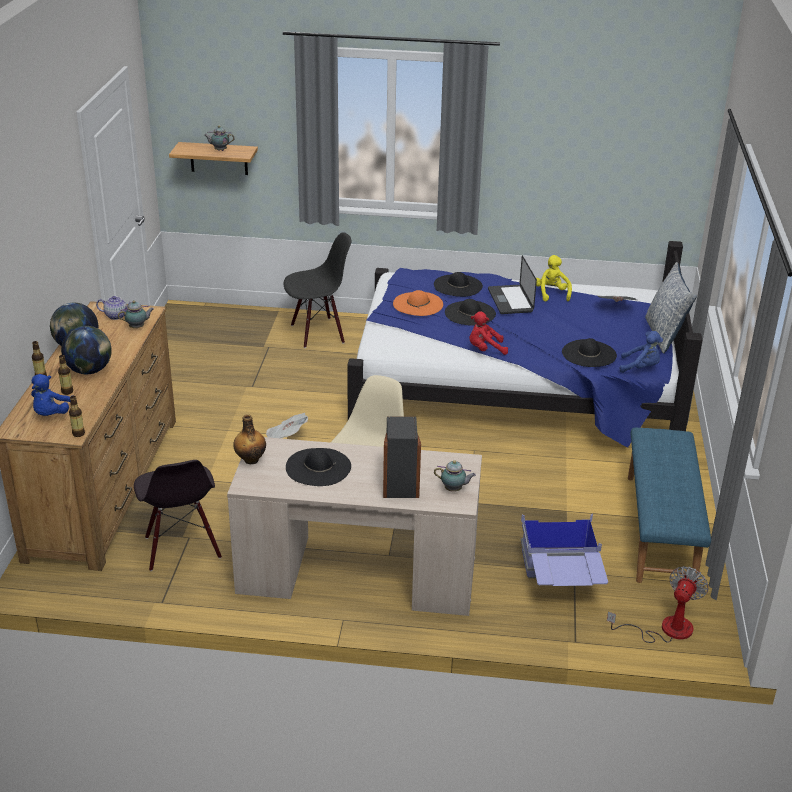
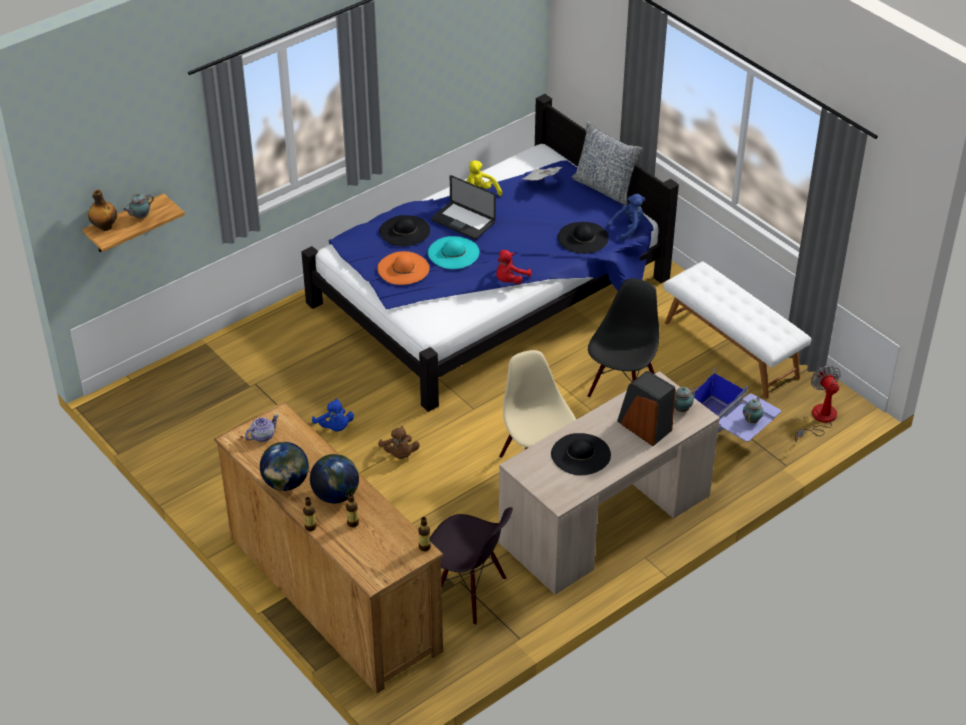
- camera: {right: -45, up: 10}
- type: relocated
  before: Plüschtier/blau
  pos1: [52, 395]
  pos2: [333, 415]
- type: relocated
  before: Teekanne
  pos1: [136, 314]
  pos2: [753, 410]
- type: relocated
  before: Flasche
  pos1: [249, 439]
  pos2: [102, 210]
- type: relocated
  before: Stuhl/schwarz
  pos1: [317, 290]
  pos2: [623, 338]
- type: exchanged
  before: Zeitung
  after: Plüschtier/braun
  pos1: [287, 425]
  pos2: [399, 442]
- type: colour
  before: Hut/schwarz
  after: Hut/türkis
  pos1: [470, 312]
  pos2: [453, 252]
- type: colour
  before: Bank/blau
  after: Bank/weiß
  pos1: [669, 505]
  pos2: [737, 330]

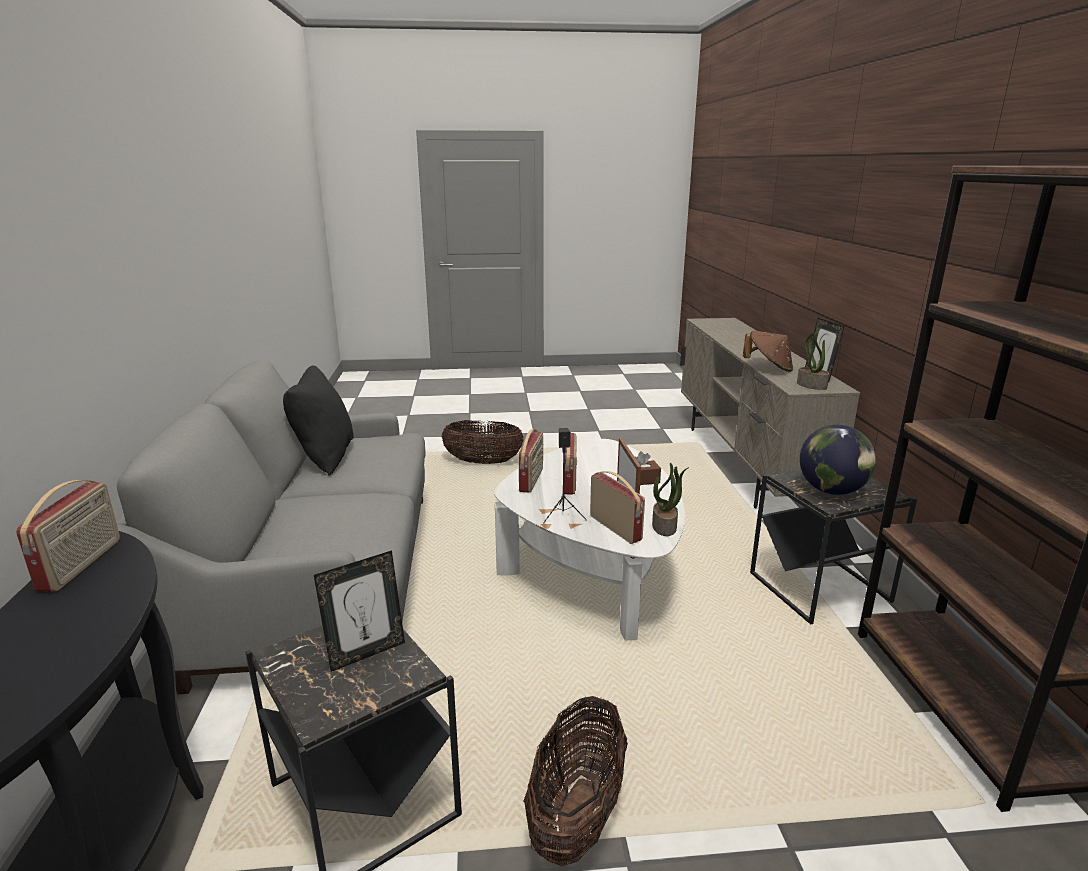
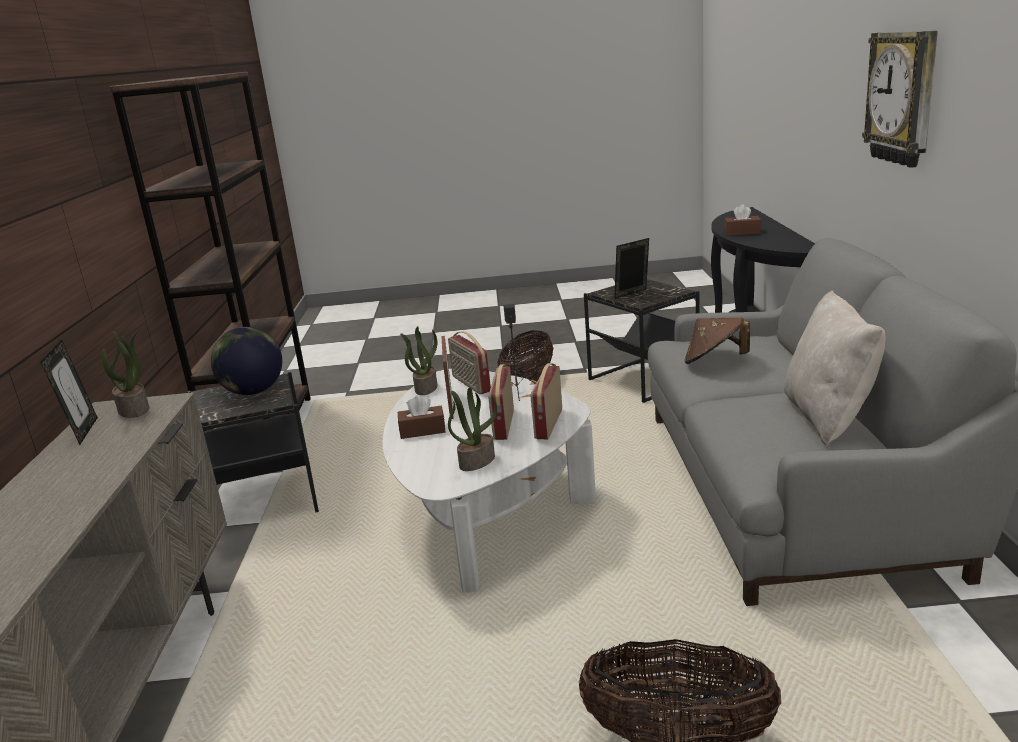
- camera: {right: -175, up: 0}
- type: missing
  before: Radio
  pos1: [68, 536]
- type: appeared
  after: Topfpflanze
  pos2: [472, 429]
- type: appeared
  after: Taschentuchbox/braun
  pos2: [742, 220]
- type: appeared
  after: Wanduhr
  pos2: [900, 99]
- type: relocated
  before: Hut/braun
  pos1: [768, 351]
  pos2: [717, 341]
- type: colour
  before: Kissen/schwarz
  after: Kissen/beige
  pos1: [318, 421]
  pos2: [835, 368]

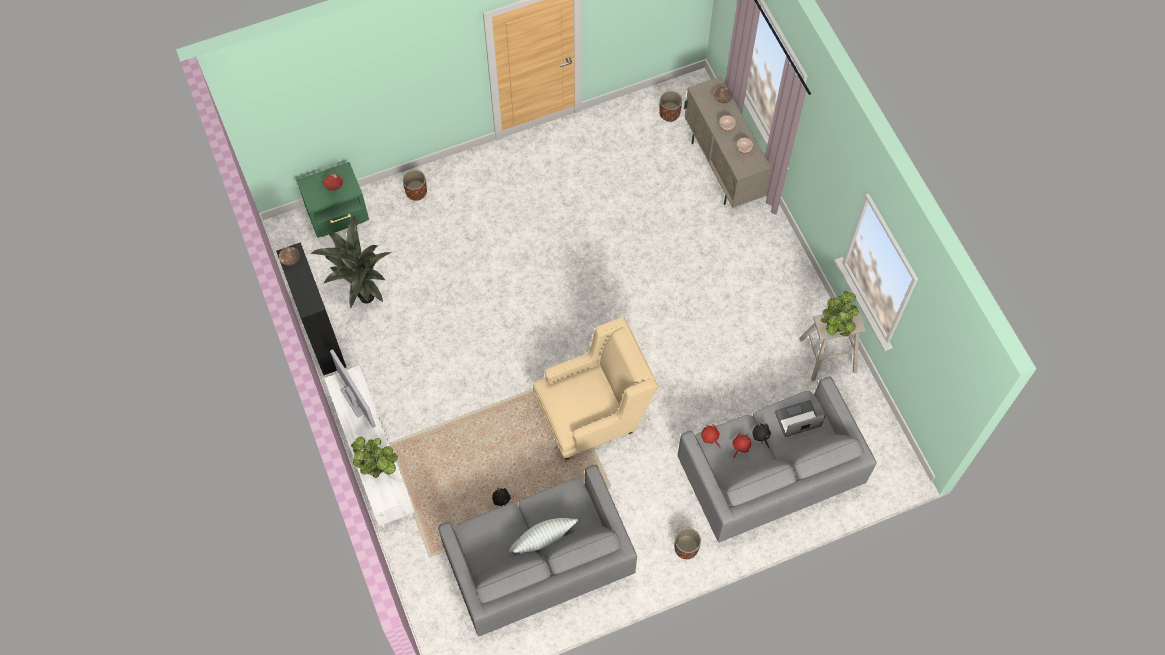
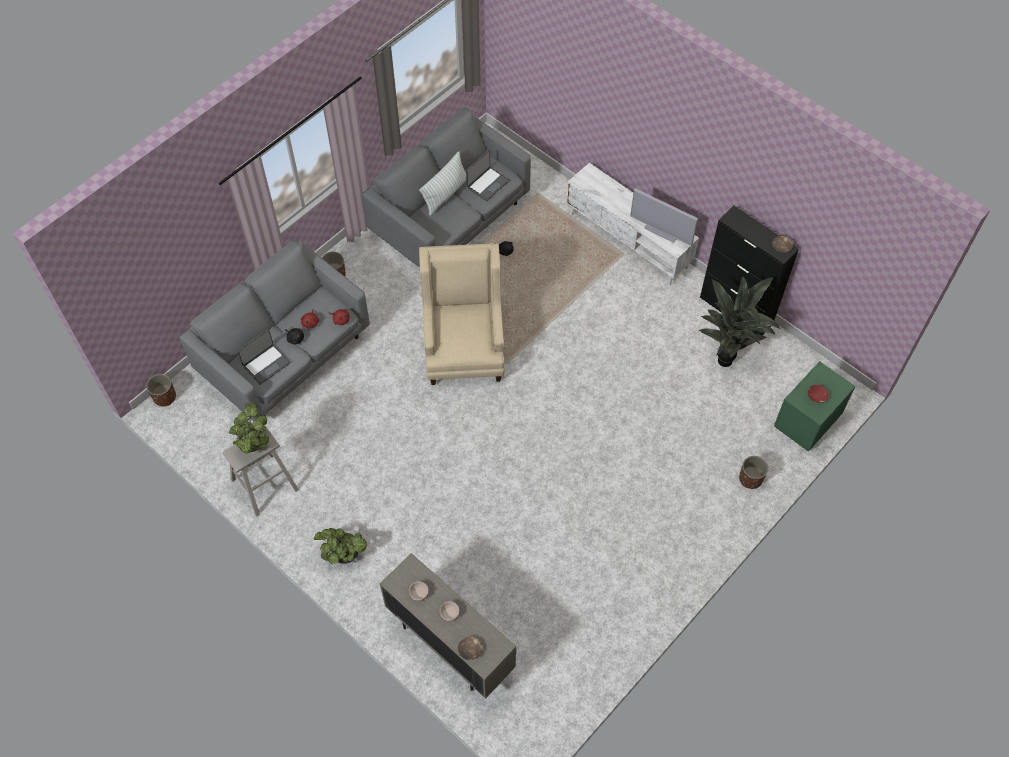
- camera: {right: 155, up: -5}
- type: appeared
  after: Laptop
  pos2: [487, 175]
- type: relocated
  before: Topfpflanze
  pos1: [374, 457]
  pos2: [340, 546]
- type: relocated
  before: Pflanzkübel/braun
  pos1: [670, 106]
  pos2: [161, 390]
- type: spun
  before: Sessel/beige
  pos1: [595, 388]
  pos2: [462, 314]
  turn: 135

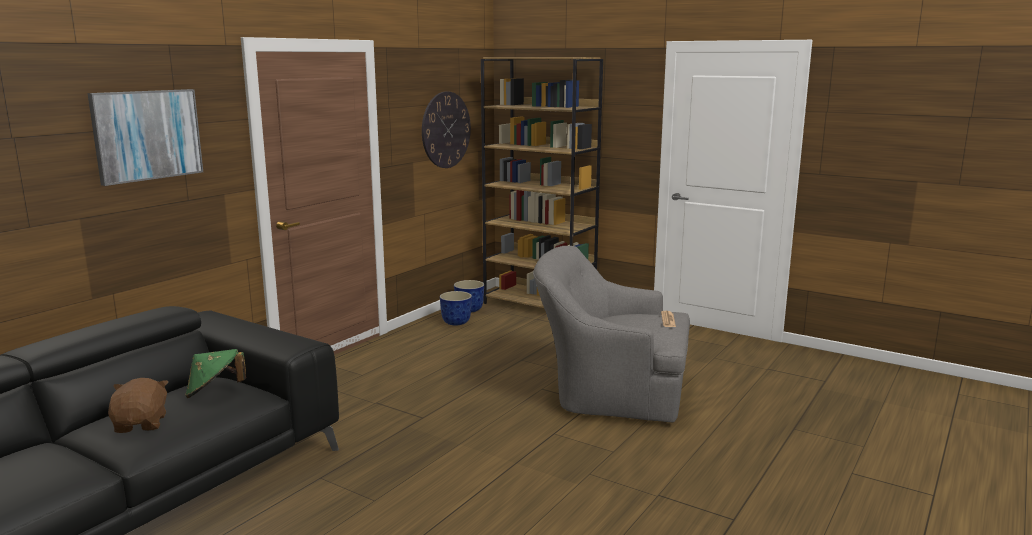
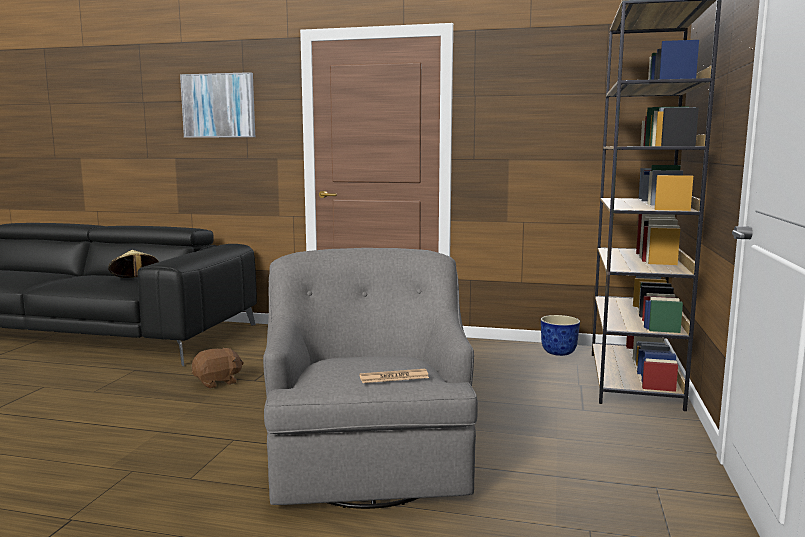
- camera: {right: 70, up: -5}
- type: missing
  before: Wanduhr
  pos1: [446, 129]
- type: missing
  before: Pflanzkübel
  pos1: [456, 308]
- type: relocated
  before: Plüschtier/braun
  pos1: [138, 405]
  pos2: [218, 368]
- type: colour
  before: Hut/grün
  after: Hut/beige
  pos1: [215, 373]
  pos2: [133, 264]

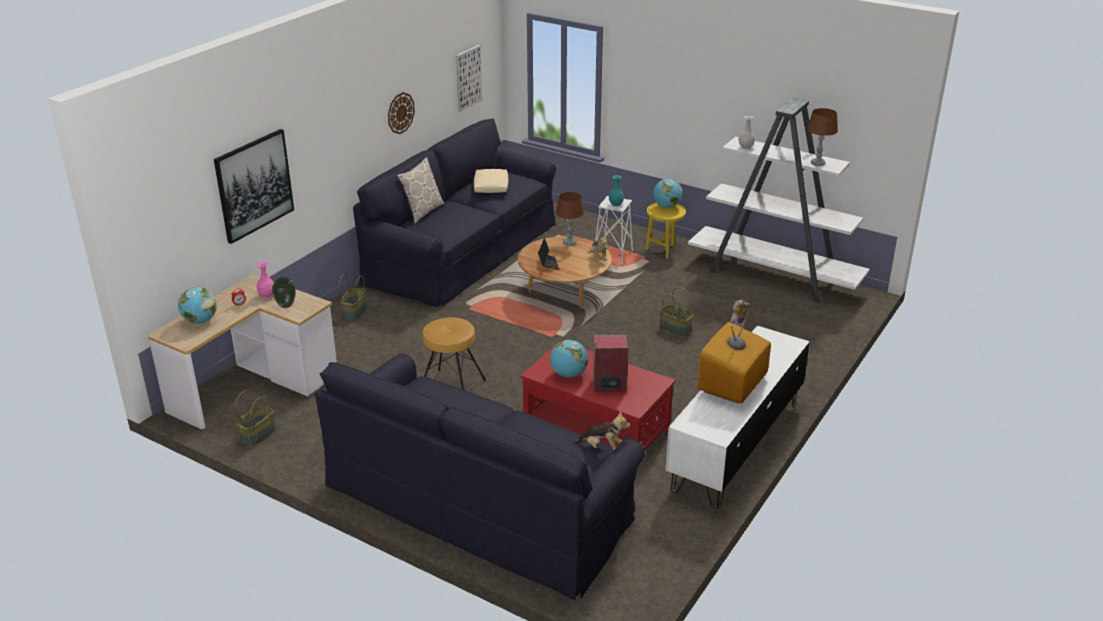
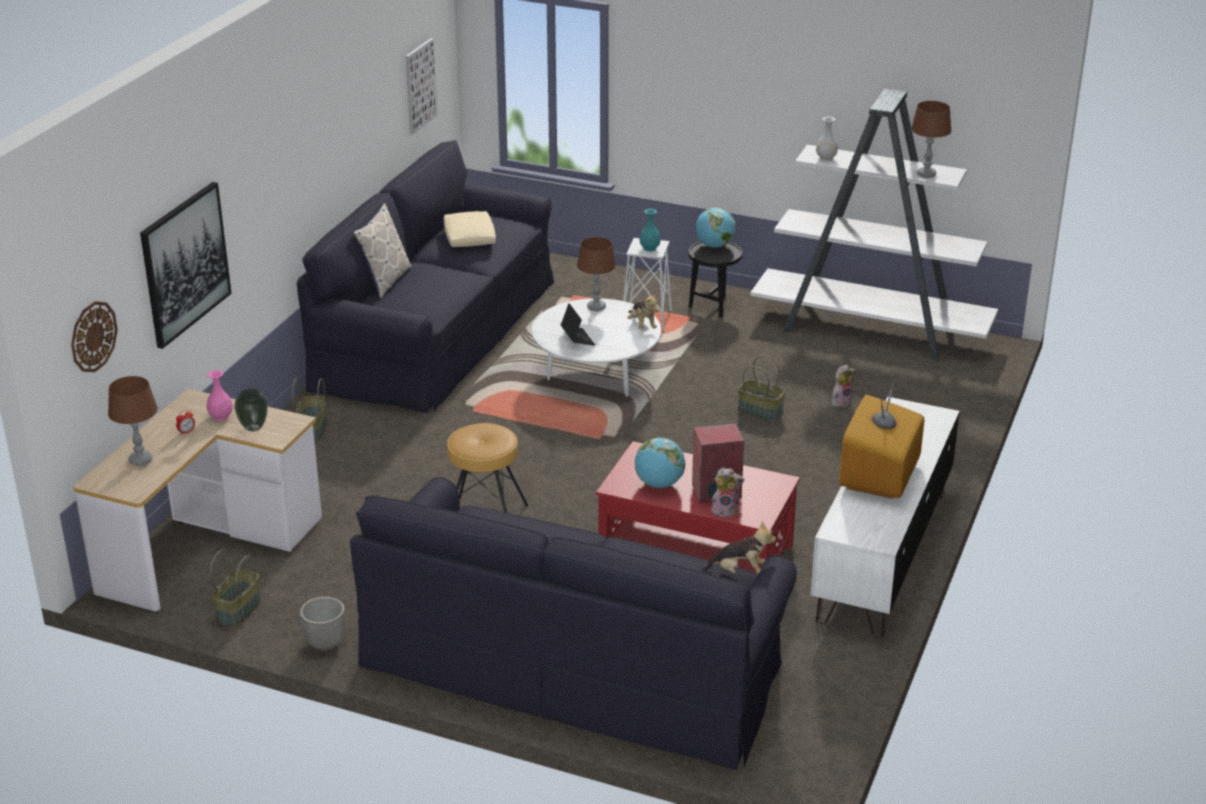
- camera: {right: -10, up: 0}
- type: appeared
  after: Pflanzkübel
  pos2: [322, 624]
- type: appeared
  after: Plüschtier
  pos2: [728, 492]
- type: relocated
  before: Wanduhr
  pos1: [401, 113]
  pos2: [94, 336]
- type: exchanged
  before: Globus
  after: Tischlampe/braun
  pos1: [197, 305]
  pos2: [133, 421]
- type: colour
  before: Couchtisch/braun
  after: Couchtisch/weiß
  pos1: [565, 272]
  pos2: [596, 347]
- type: colour
  before: Beistelltisch/gelb
  after: Beistelltisch/schwarz
  pos1: [666, 230]
  pos2: [715, 279]

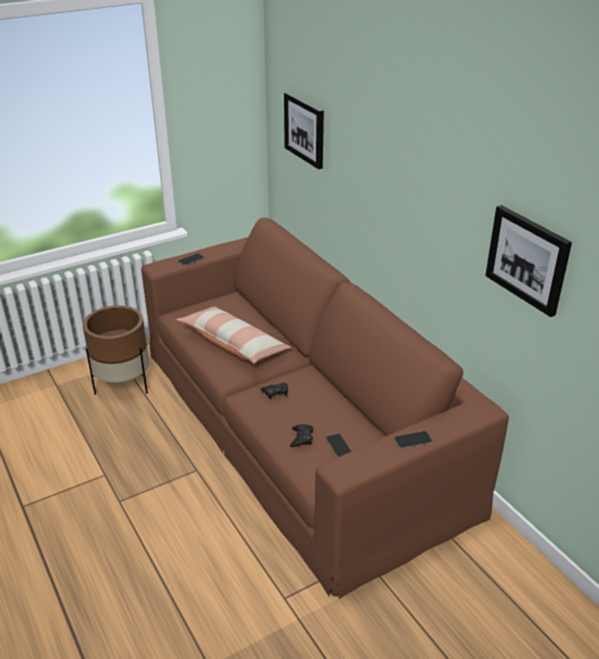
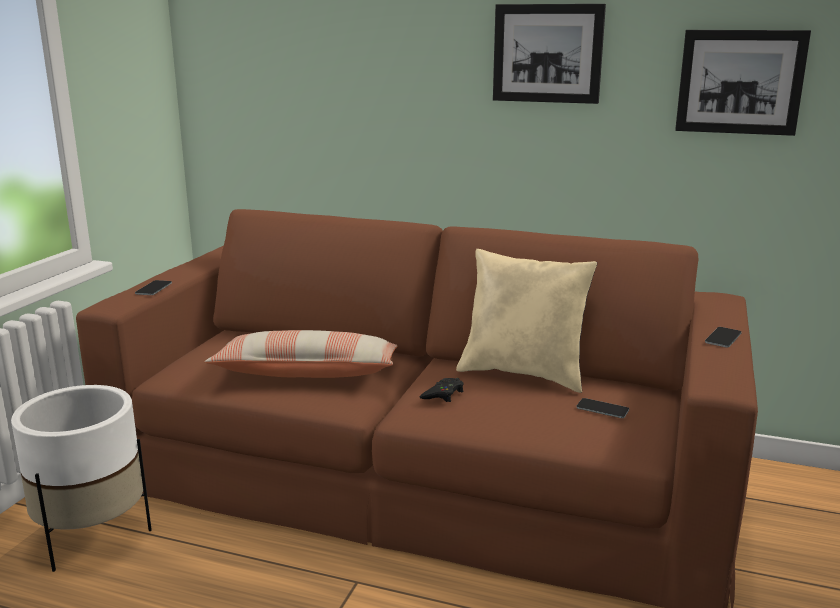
- camera: {right: -40, up: -15}
- type: missing
  before: Gamepad/schwarz
  pos1: [301, 435]
- type: appeared
  after: Kissen/beige
  pos2: [526, 321]
- type: relocated
  before: Bild
  pos1: [304, 130]
  pos2: [549, 54]
- type: colour
  before: Pflanzkübel/braun
  after: Pflanzkübel/weiß
  pos1: [116, 350]
  pos2: [81, 478]

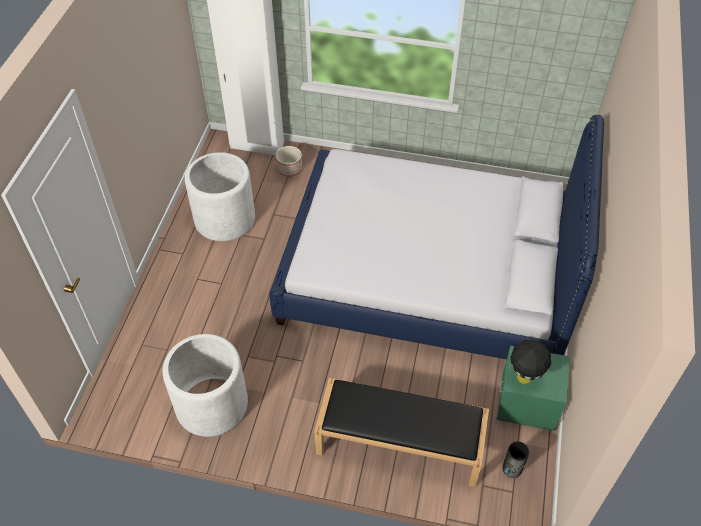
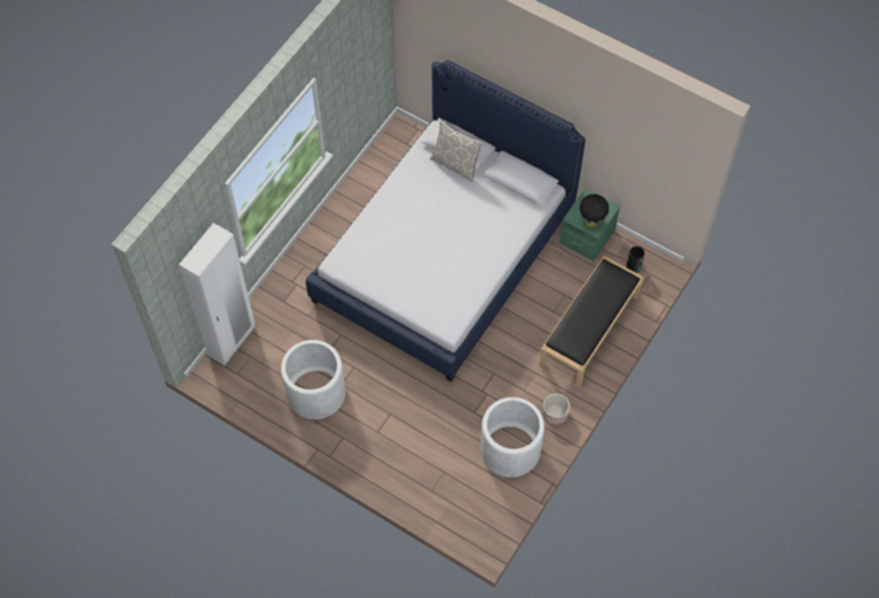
- camera: {right: -70, up: 10}
- type: appeared
  after: Kissen
  pos2: [456, 150]
- type: relocated
  before: Pflanzkübel
  pos1: [289, 161]
  pos2: [556, 409]

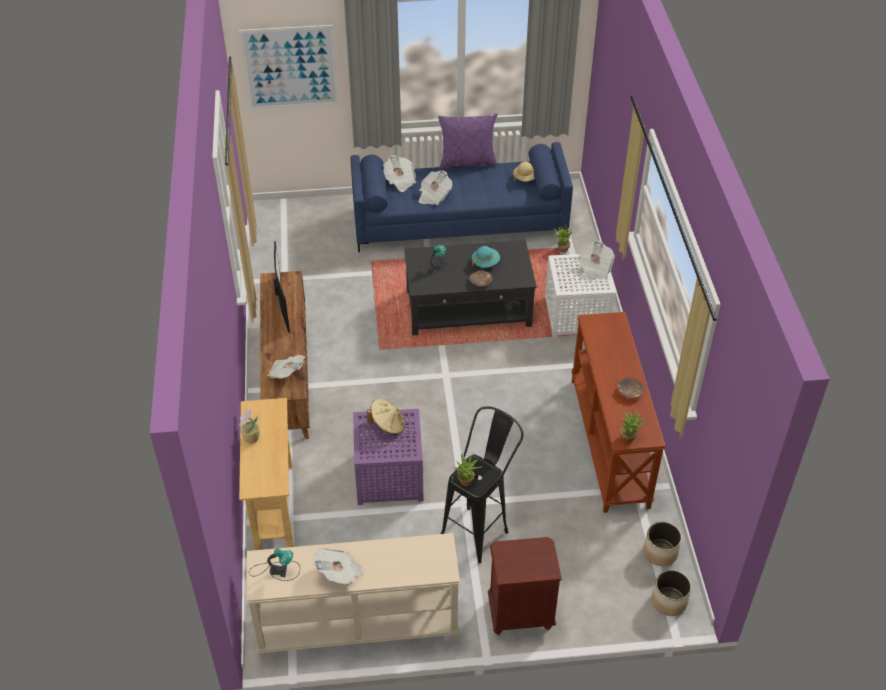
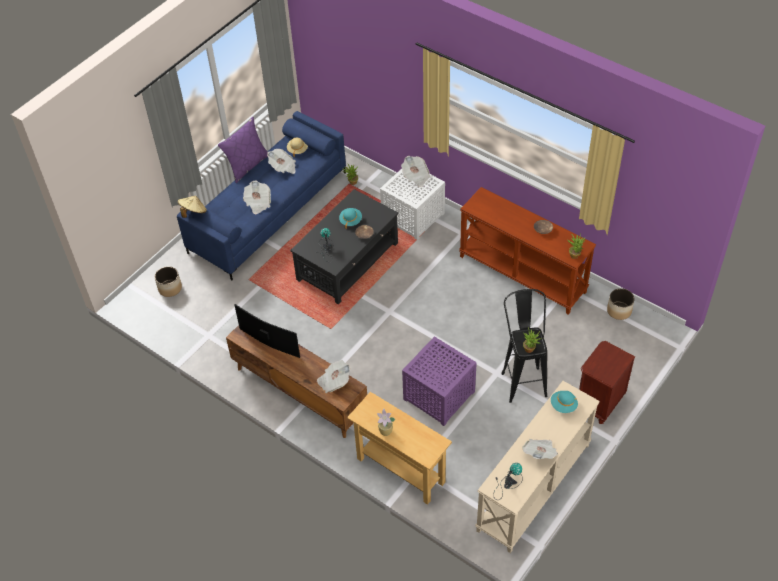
- camera: {right: -45, up: 5}
- type: missing
  before: Bild
  pos1: [289, 67]
- type: appeared
  after: Hut/türkis
  pos2: [564, 402]
- type: relocated
  before: Hut/beige
  pos1: [386, 417]
  pos2: [192, 207]
- type: relocated
  before: Zeitung
  pos1: [399, 173]
  pos2: [281, 161]
- type: relocated
  before: Pflanzkübel
  pos1: [671, 593]
  pos2: [168, 281]

